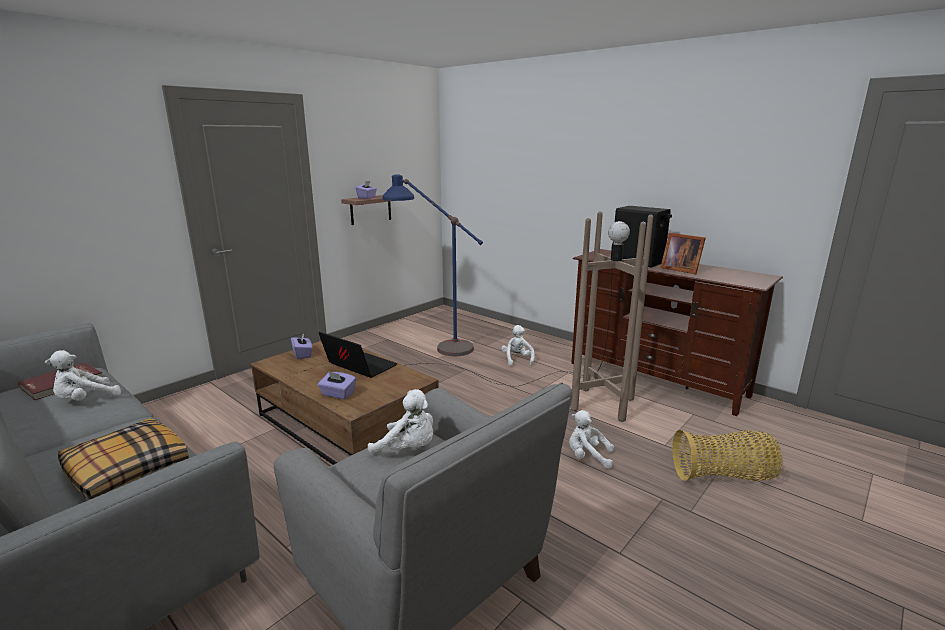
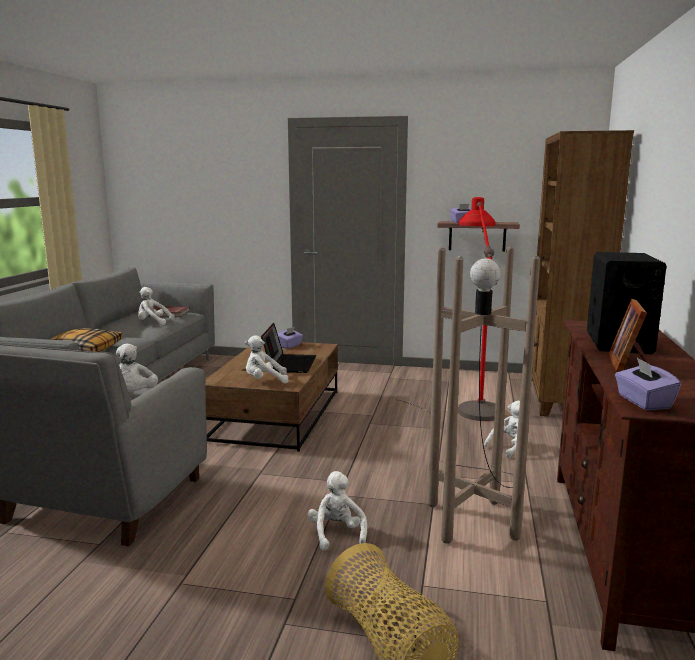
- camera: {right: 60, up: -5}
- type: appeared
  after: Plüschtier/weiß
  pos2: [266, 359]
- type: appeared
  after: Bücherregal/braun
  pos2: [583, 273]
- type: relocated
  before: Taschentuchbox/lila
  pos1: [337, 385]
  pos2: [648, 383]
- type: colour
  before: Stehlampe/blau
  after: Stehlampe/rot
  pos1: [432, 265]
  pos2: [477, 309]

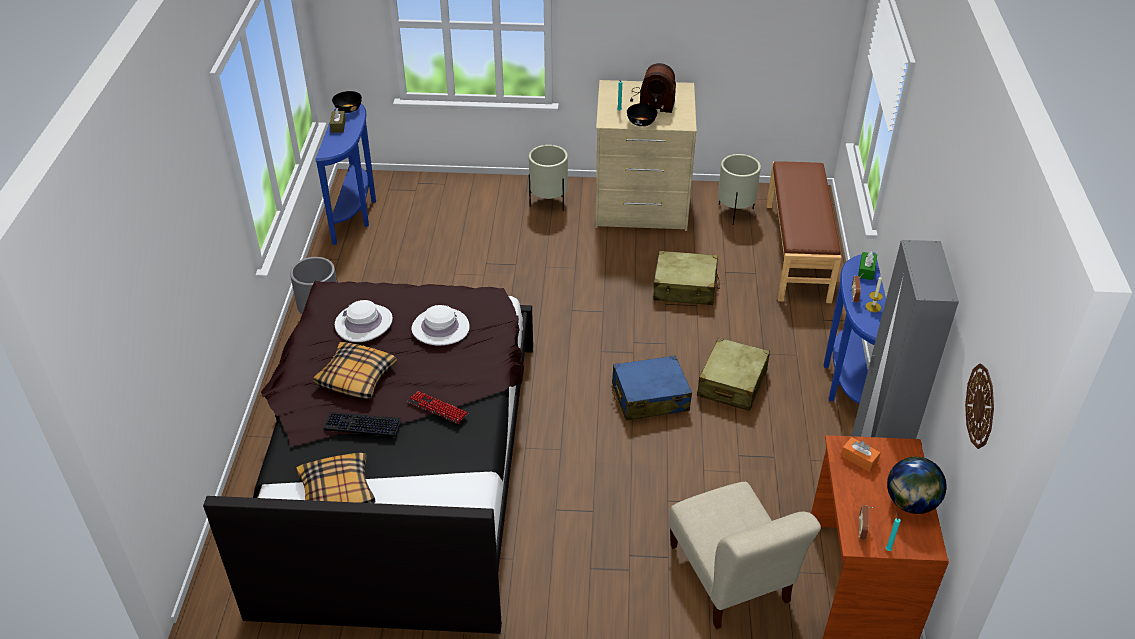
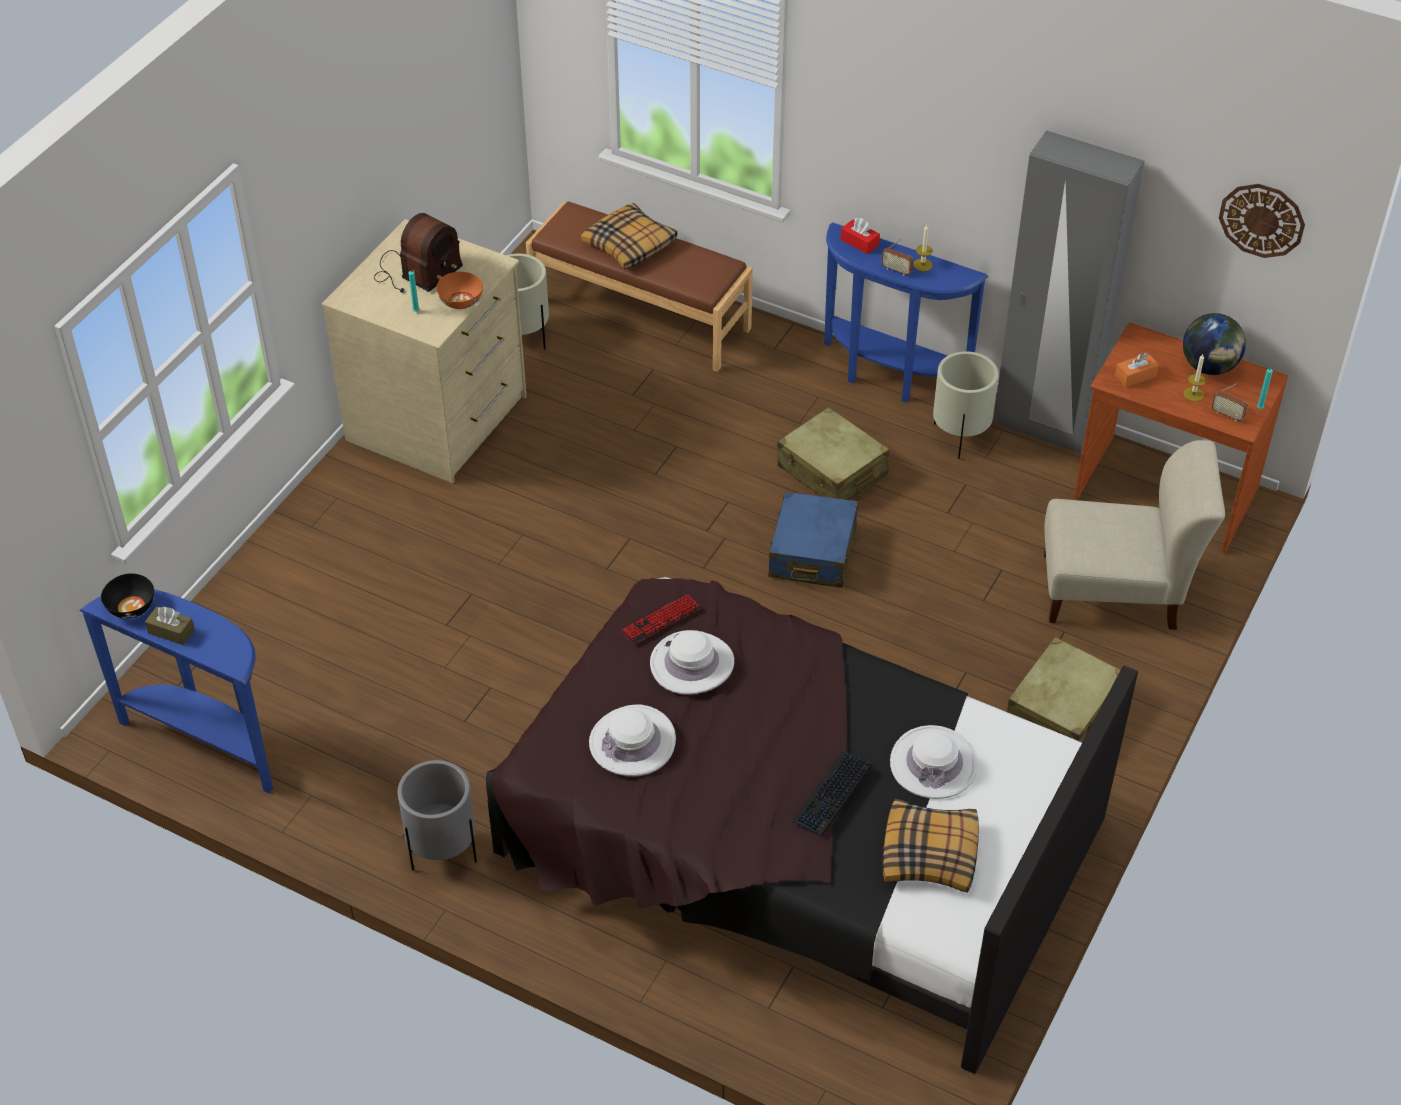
- camera: {right: -65, up: 5}
- type: appeared
  after: Hut/weiß
  pos2: [933, 762]
- type: appeared
  after: Kerze
  pos2: [1194, 377]
- type: relocated
  before: Kissen
  pos1: [355, 370]
  pos2: [629, 236]
- type: relocated
  before: Tastatur
  pos1: [438, 407]
  pos2: [661, 619]
- type: relocated
  before: Pflanzkübel/beige
  pos1: [548, 178]
  pos2: [966, 405]
- type: relocated
  before: Koffer/beige
  pos1: [686, 278]
  pos2: [1064, 690]
- type: colour
  before: Schüssel/schwarz
  after: Schüssel/orange
  pos1: [642, 114]
  pos2: [460, 290]
- type: colour
  before: Taschentuchbox/grün
  after: Taschentuchbox/rot
  pos1: [867, 265]
  pos2: [860, 236]

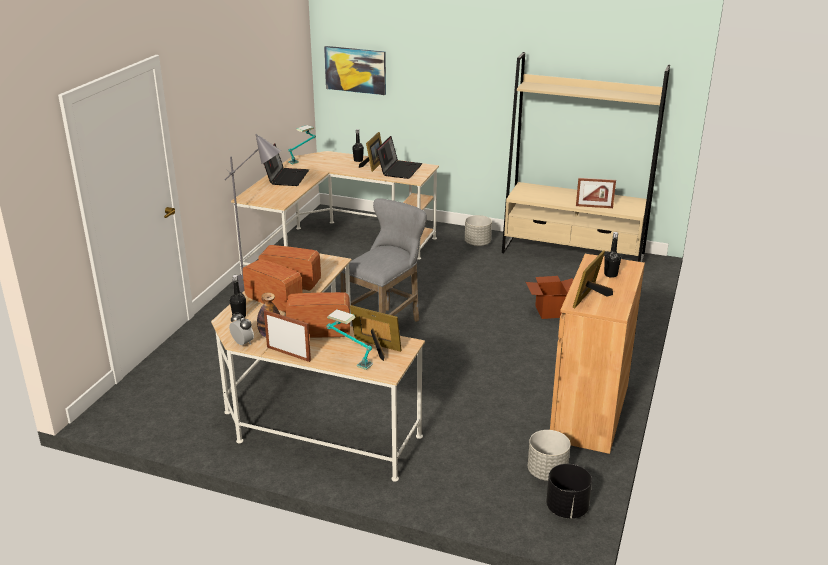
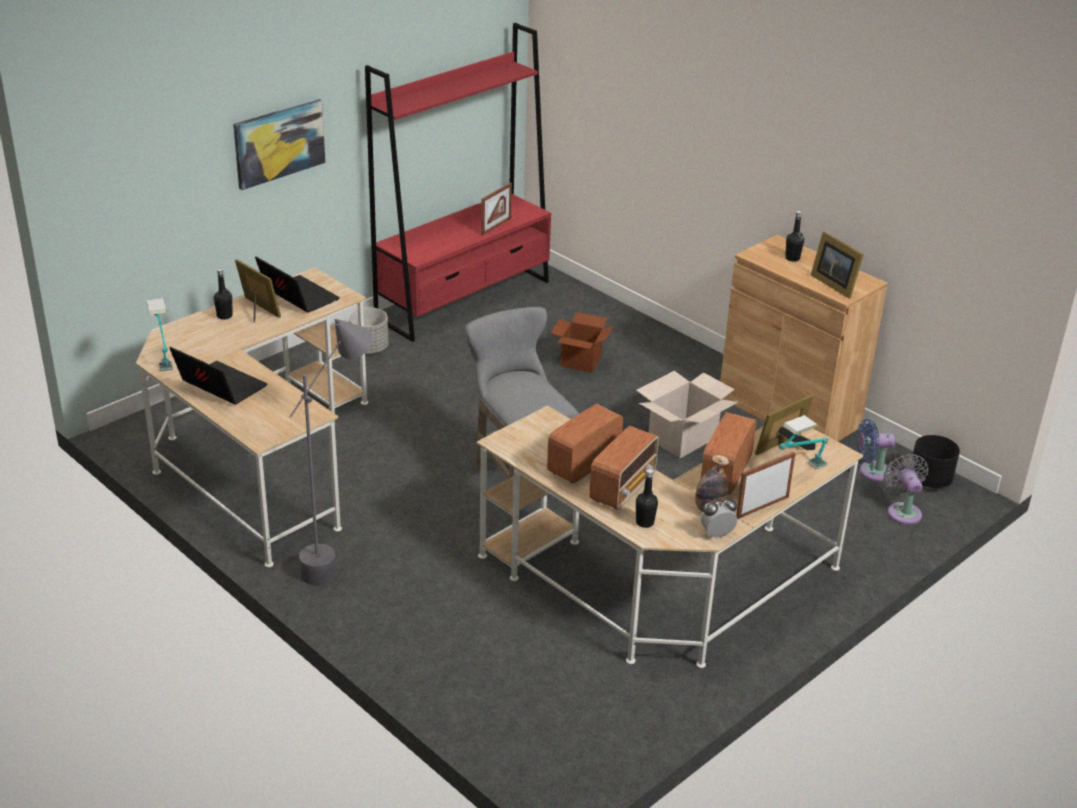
- camera: {right: -65, up: 5}
- type: appeared
  after: Karton
  pos2: [687, 414]
- type: appeared
  after: Ventilator/grau
  pos2: [905, 489]
- type: relocated
  before: Bild
  pos1: [355, 70]
  pos2: [279, 144]
- type: exchanged
  before: Pflanzkübel/grau
  after: Ventilator/blau
  pos1: [549, 455]
  pos2: [876, 450]
- type: colour
  before: Bücherregal/beige
  after: Bücherregal/rot
  pos1: [586, 157]
  pos2: [458, 182]
- type: spun
  before: Radio
  pos1: [273, 285]
  pos2: [624, 468]
  turn: 150

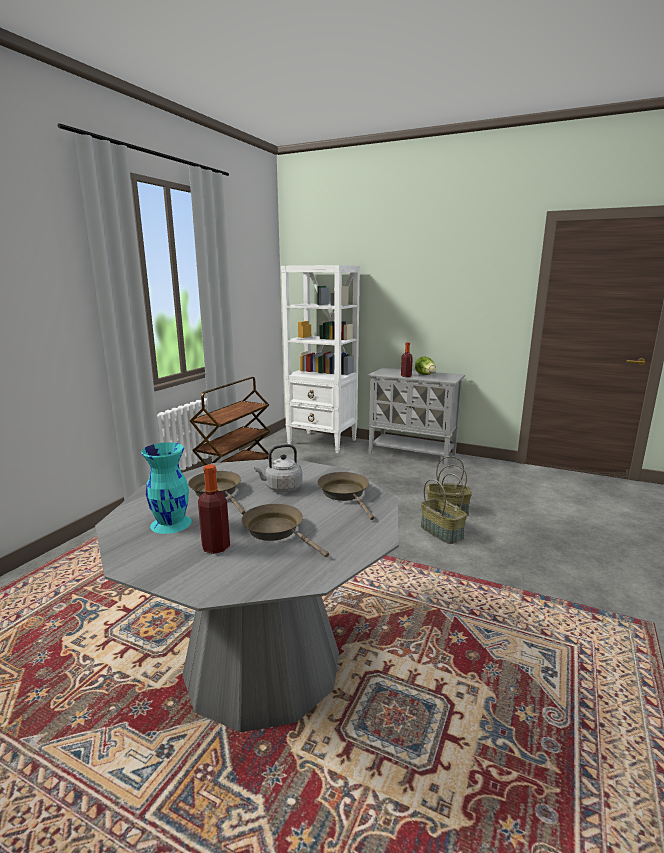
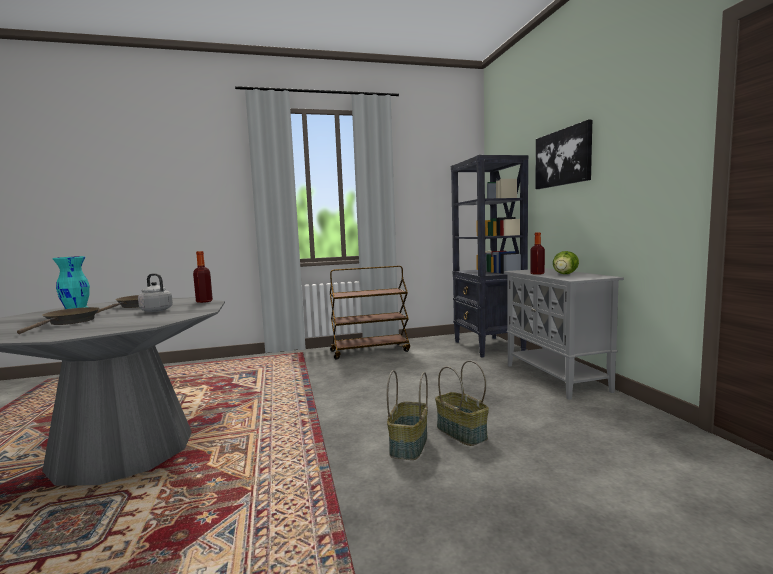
- camera: {right: 50, up: -10}
- type: missing
  before: Pfanne/braun
  pos1: [345, 496]
- type: appeared
  after: Bild
  pos2: [563, 154]
- type: relocated
  before: Flasche
  pos1: [214, 509]
  pos2: [203, 277]
- type: colour
  before: Bücherregal/weiß
  after: Bücherregal/schwarz
  pos1: [320, 359]
  pos2: [489, 256]

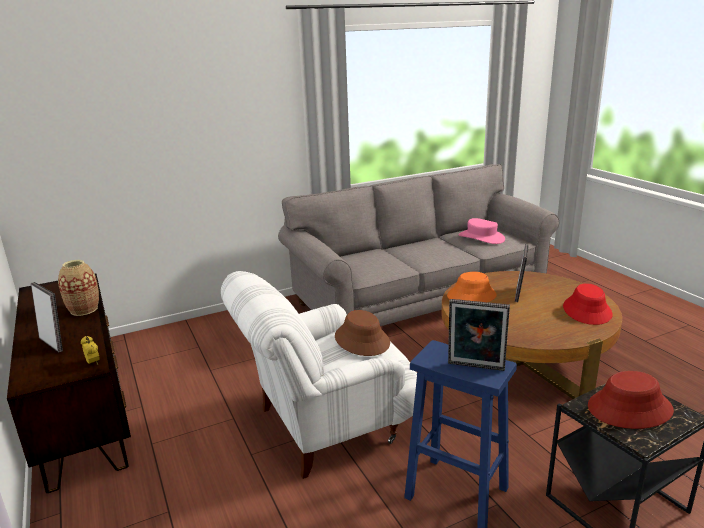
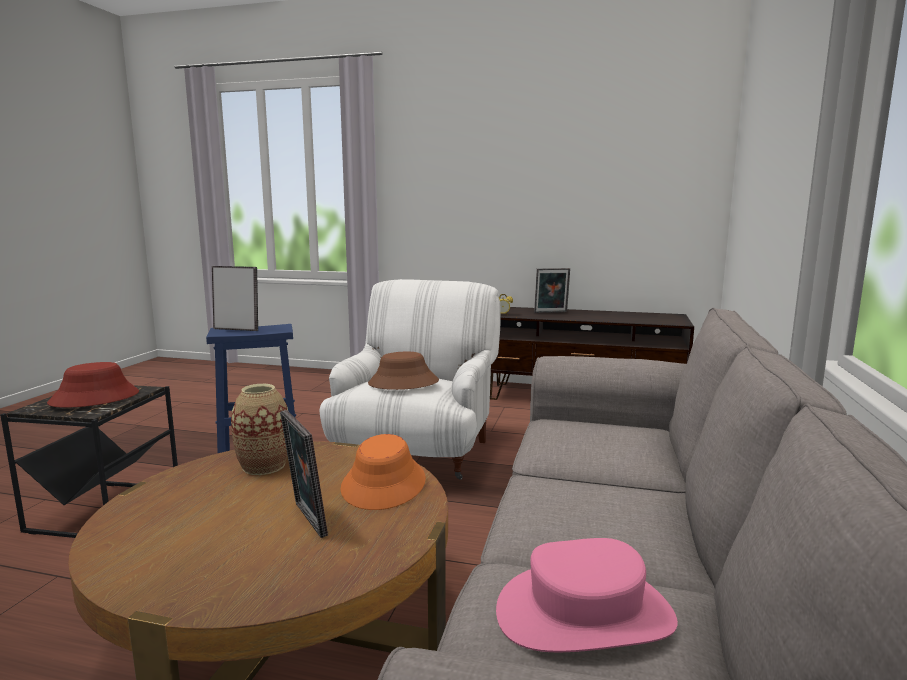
- camera: {right: 130, up: -10}
- type: missing
  before: Hut/rot
  pos1: [587, 304]
- type: relocated
  before: Vase
  pos1: [78, 288]
  pos2: [259, 429]
- type: spun
  before: Bilderrahmen
  pos1: [479, 335]
  pos2: [235, 298]
  turn: 45

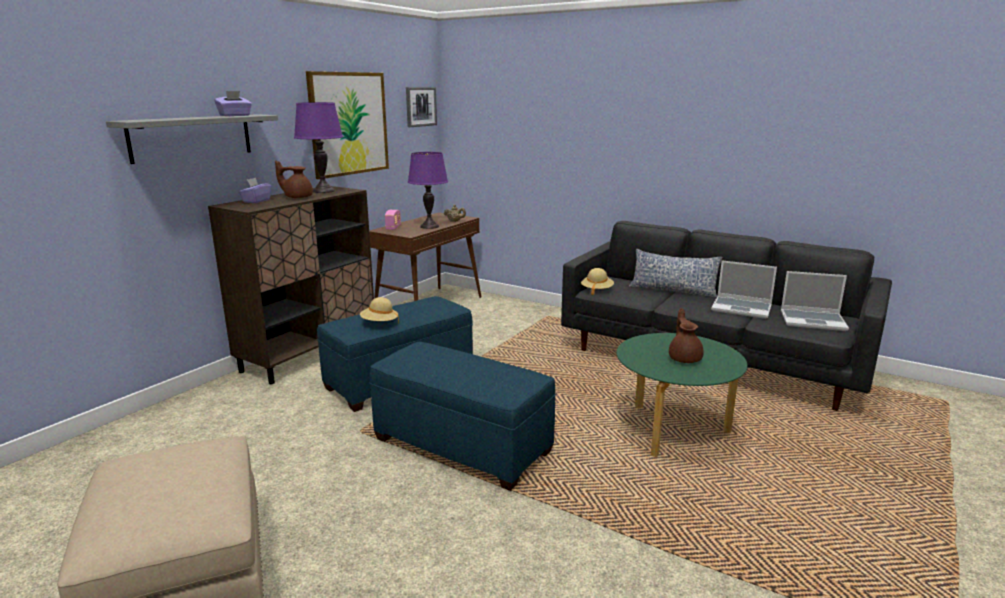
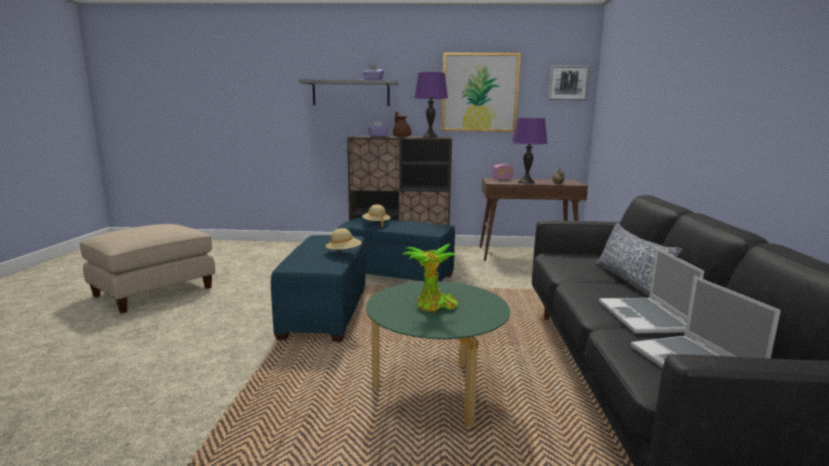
- camera: {right: 60, up: -5}
- type: relocated
  before: Hut/beige
  pos1: [597, 281]
  pos2: [343, 240]
- type: exchanged
  before: Teekanne/braun
  after: Topfpflanze
  pos1: [686, 335]
  pos2: [430, 278]

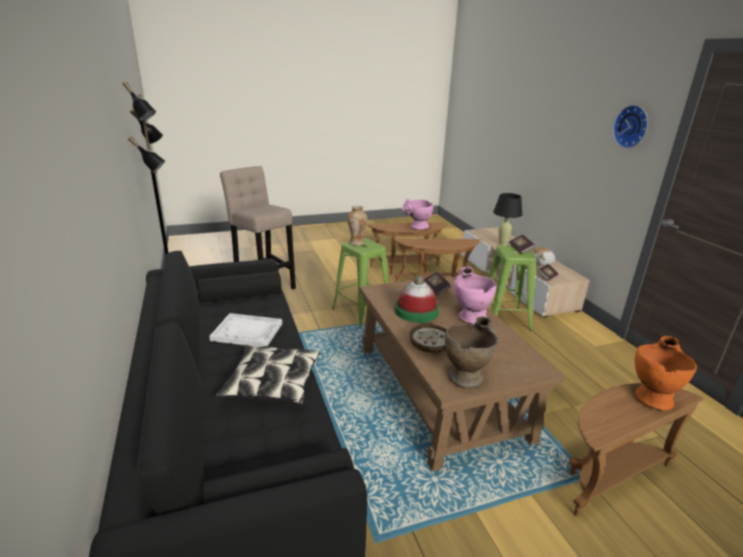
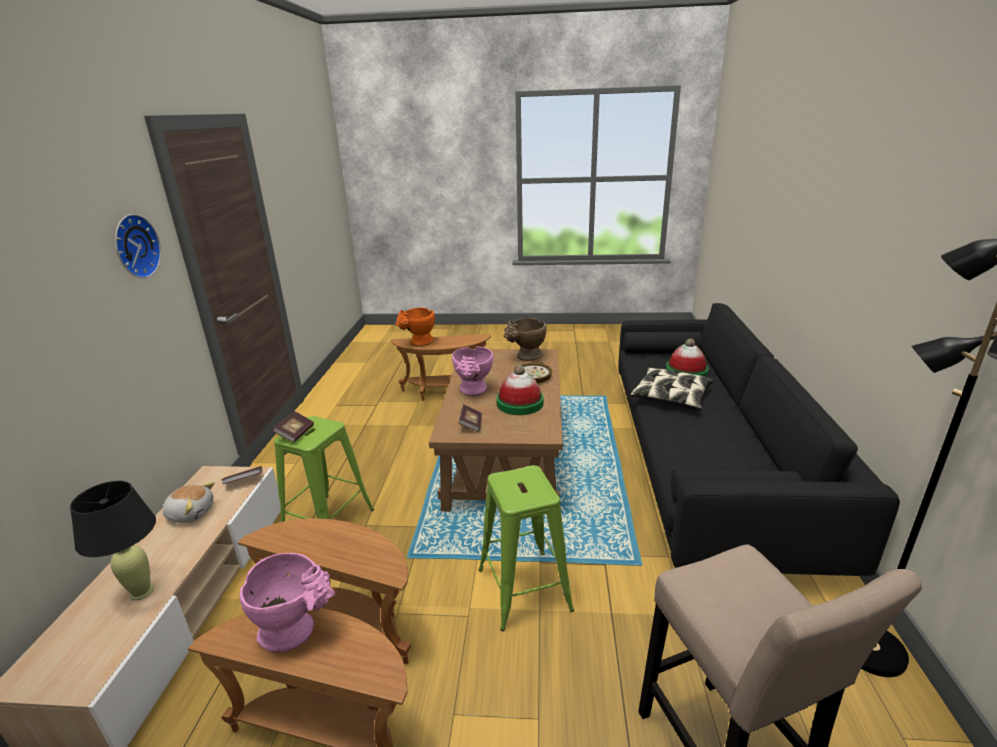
- camera: {right: -155, up: 0}
- type: missing
  before: Tablett/weiß
  pos1: [245, 330]
- type: missing
  before: Vase
  pos1: [357, 225]
- type: appeared
  after: Hut
  pos2: [687, 358]

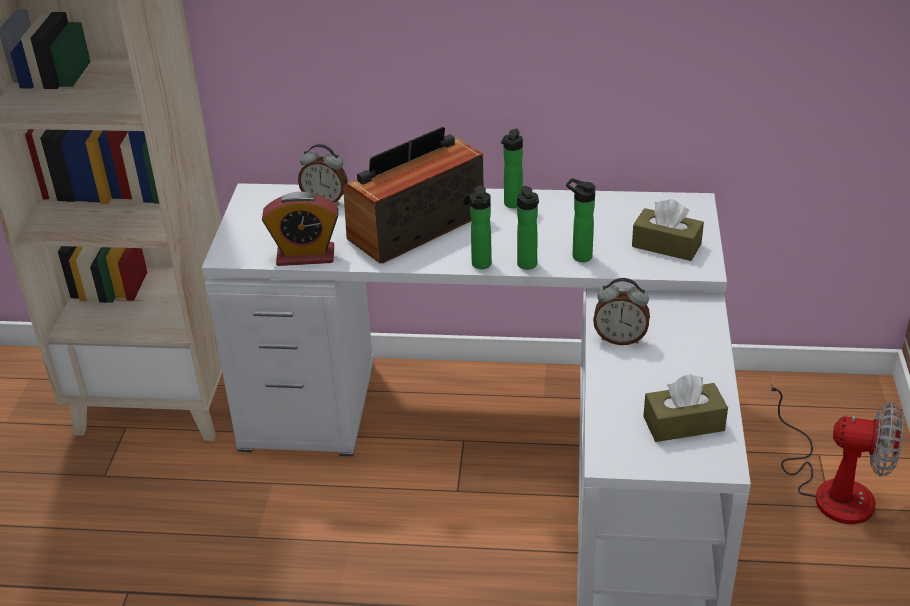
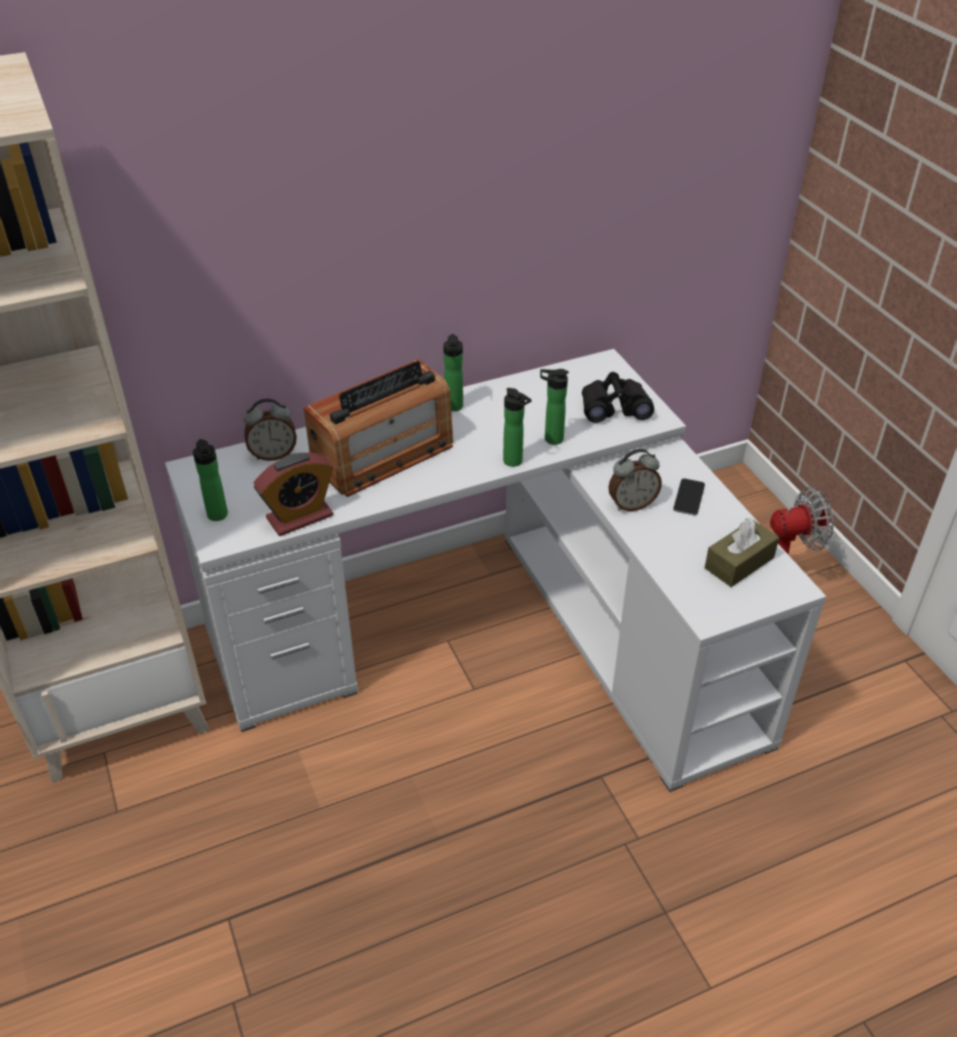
- camera: {right: -30, up: 5}
- type: appeared
  after: Handy
  pos2: [689, 497]
- type: relocated
  before: Flasche
  pos1: [481, 227]
  pos2: [210, 480]
- type: exchanged
  before: Taschentuchbox/braun
  after: Fernglas/schwarz
  pos1: [668, 230]
  pos2: [618, 397]
- type: spun
  before: Radio
  pos1: [413, 195]
  pos2: [378, 428]
  turn: -150

